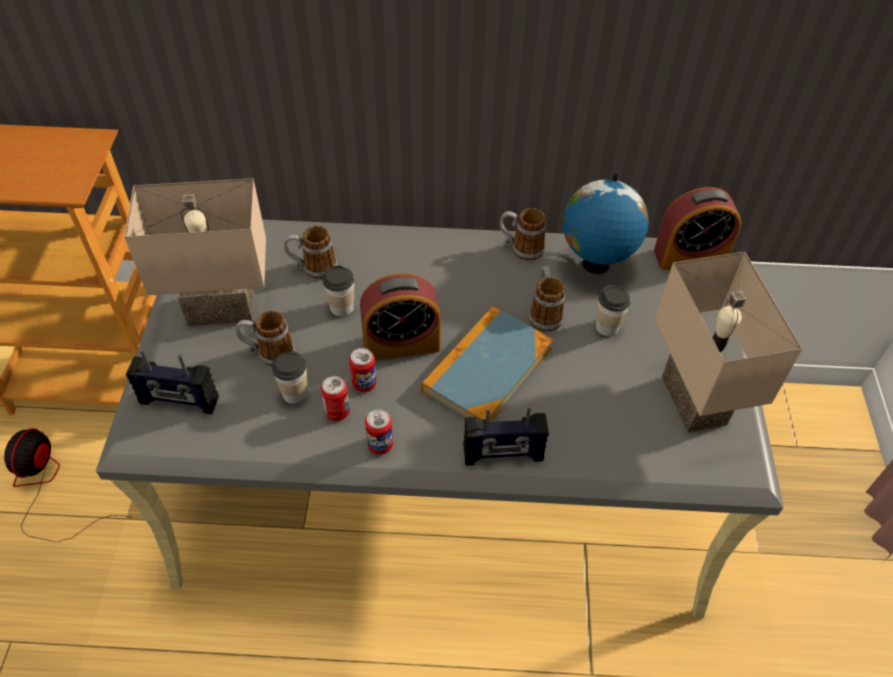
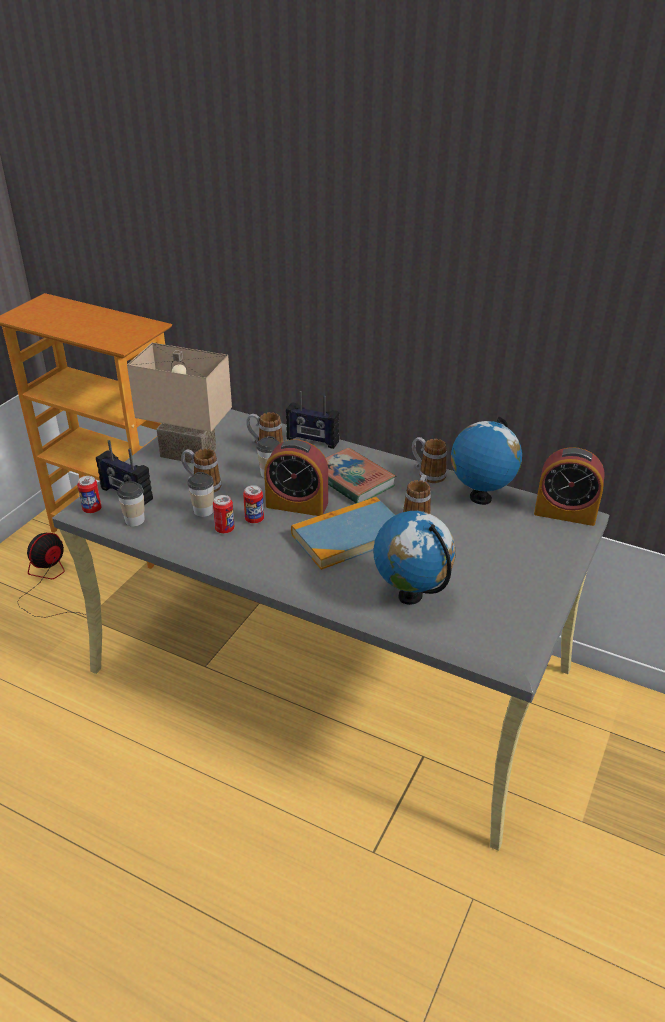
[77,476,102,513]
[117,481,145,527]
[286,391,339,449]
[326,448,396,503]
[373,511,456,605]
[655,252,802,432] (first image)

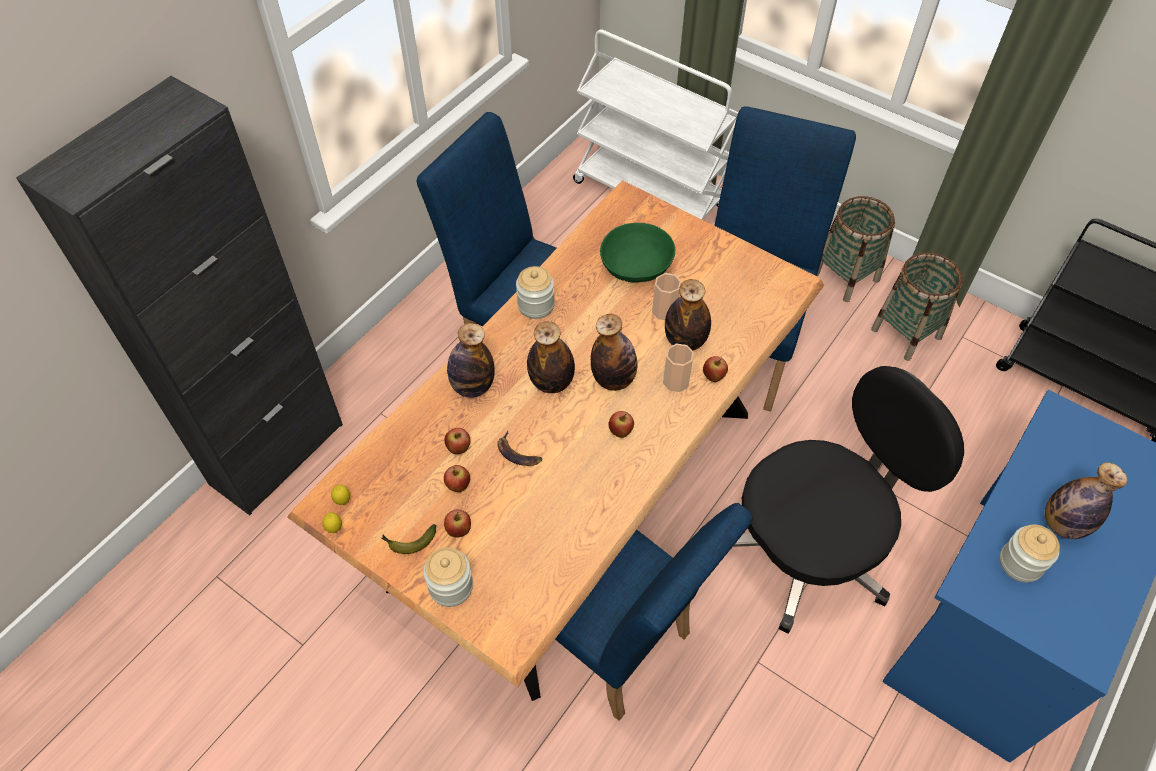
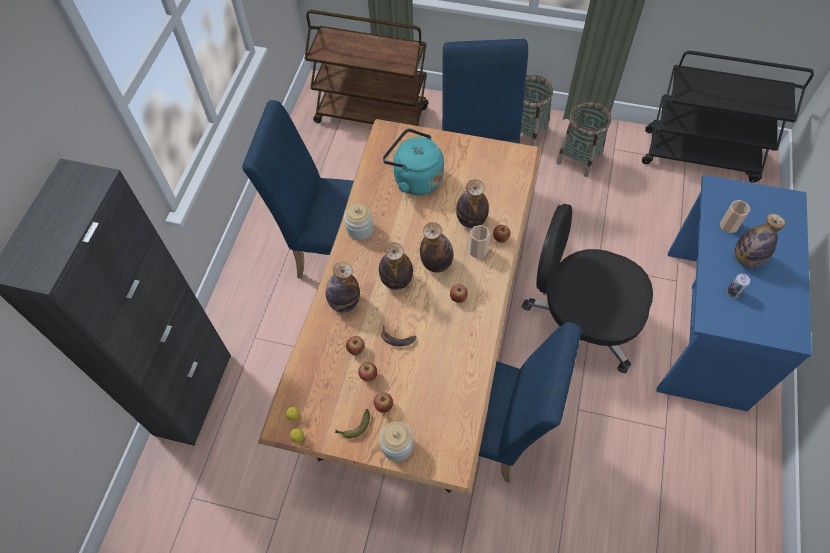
[304,10,429,126]
[383,128,444,195]
[522,204,653,373]
[719,200,750,233]
[727,274,750,298]

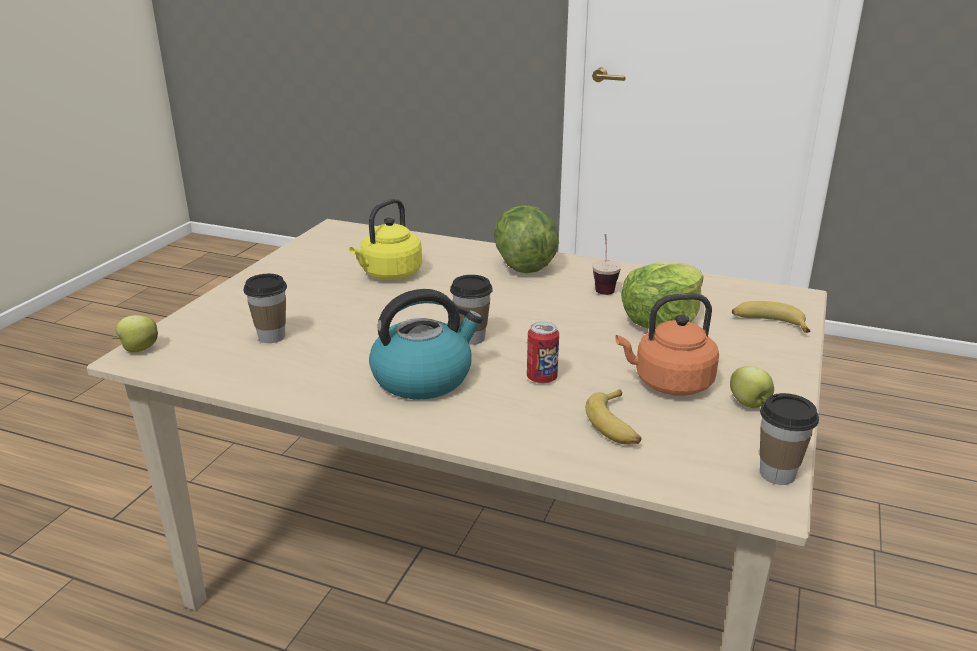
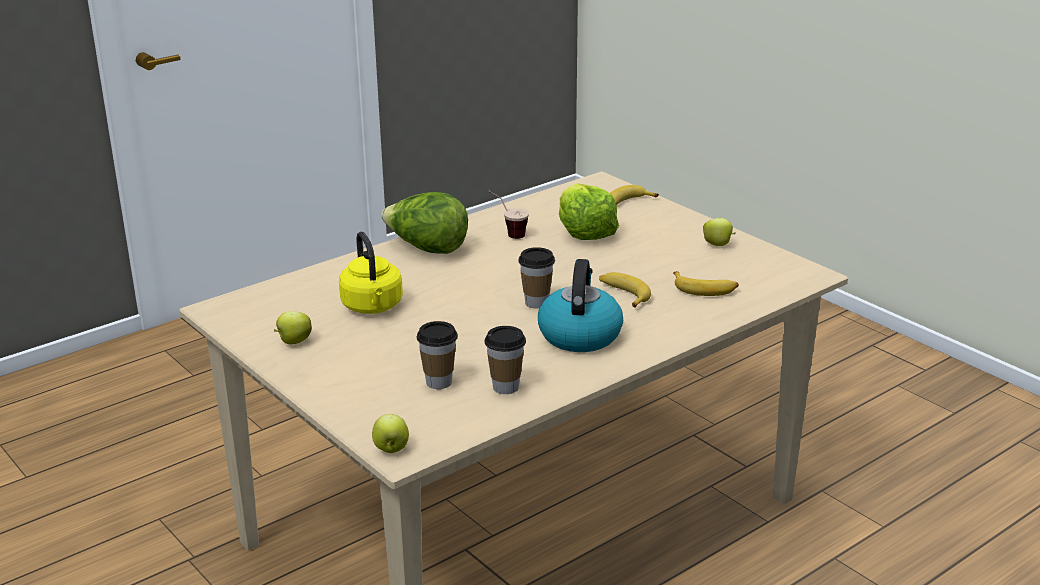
[274,311,312,345]
[485,326,526,394]
[599,272,651,308]
[615,293,719,396] (first image)

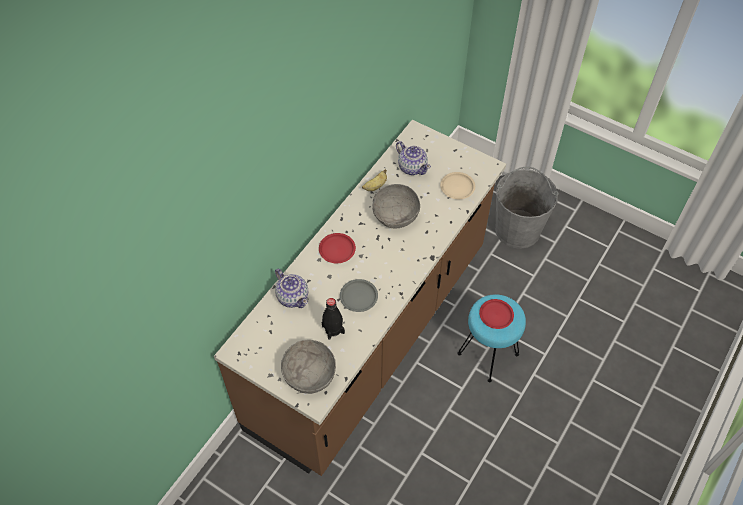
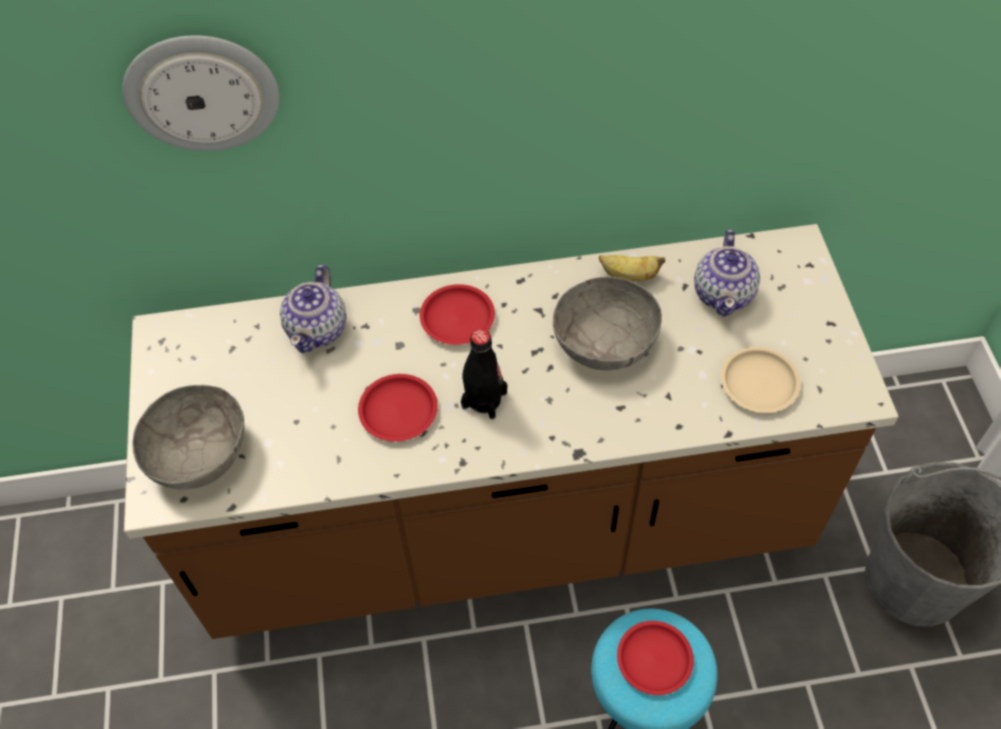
[122,35,279,151]
[358,374,438,442]
[461,329,508,419]

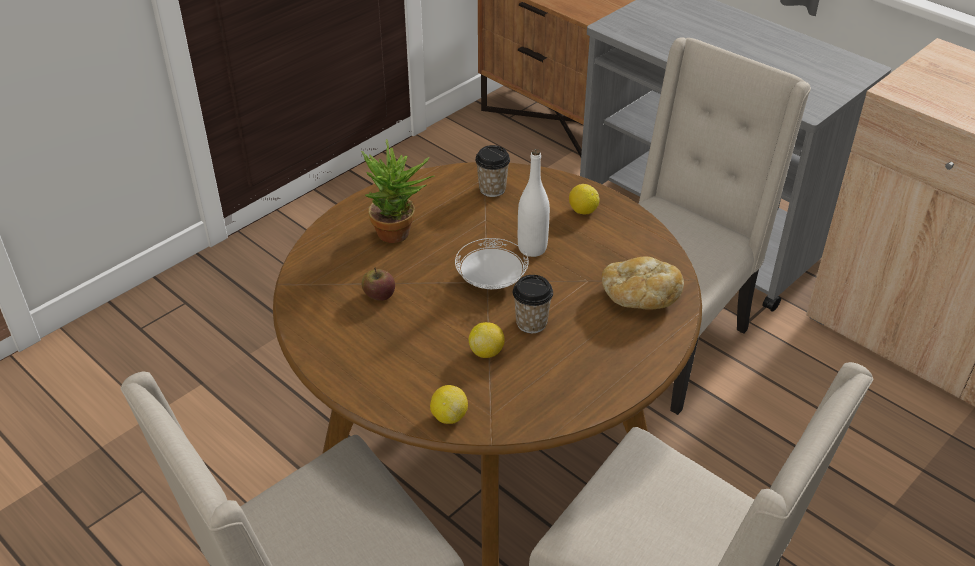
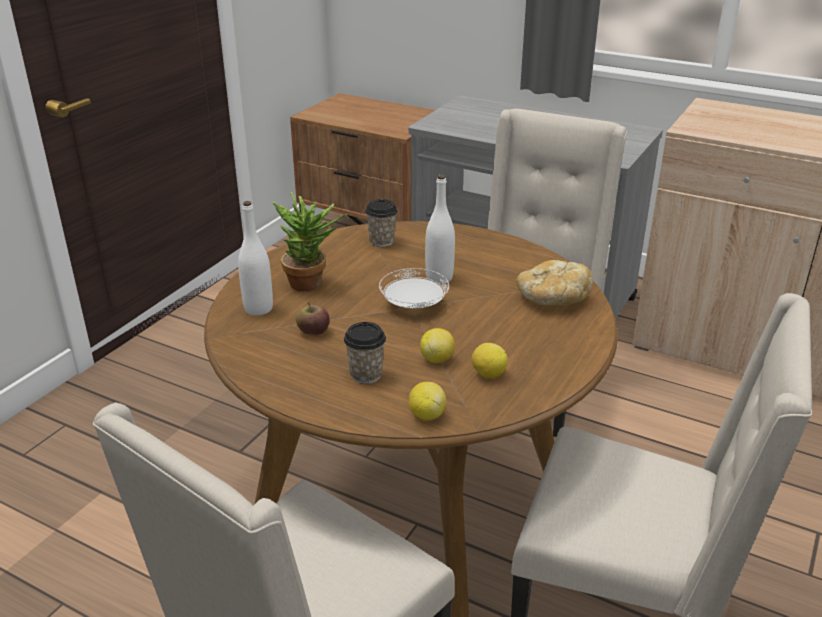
[238,201,273,316]
[344,322,386,384]
[472,343,508,378]

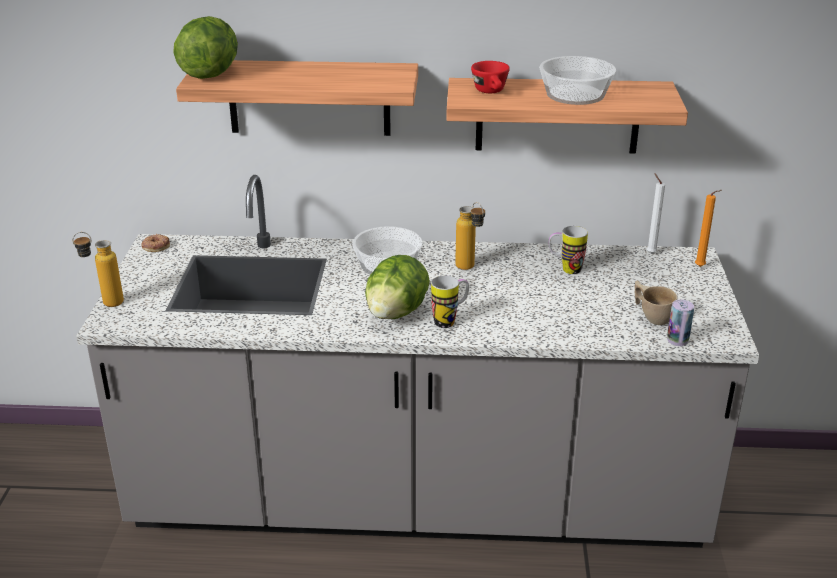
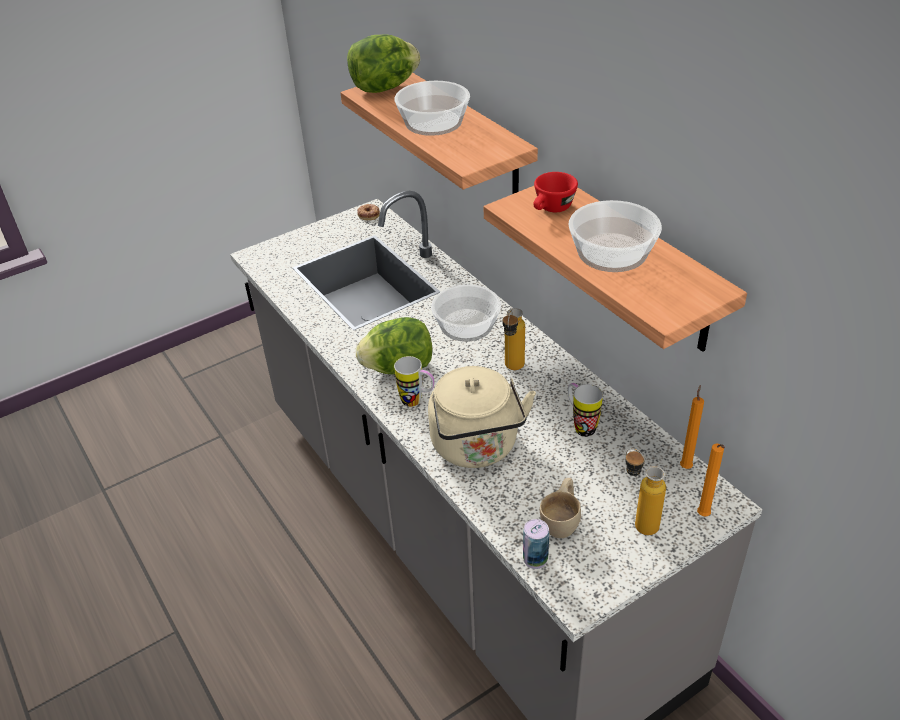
[394,81,470,136]
[428,366,536,468]
[625,448,666,535]
[680,385,704,469]

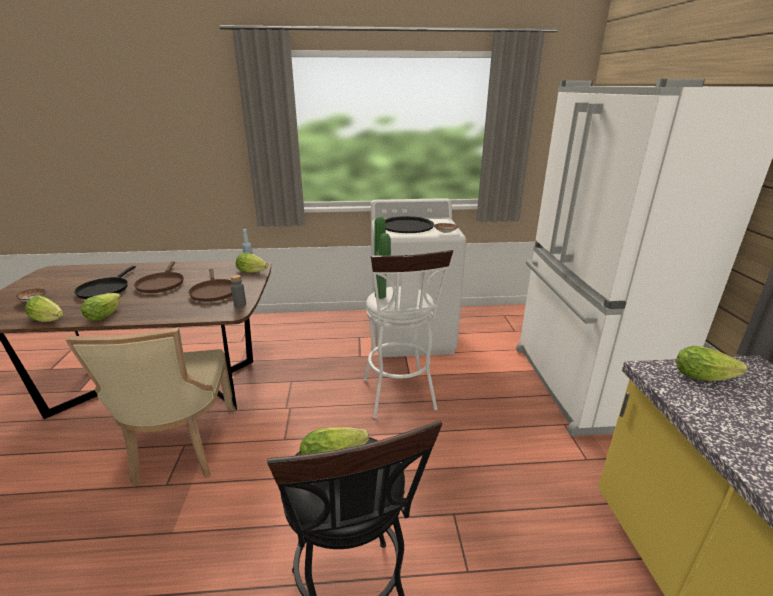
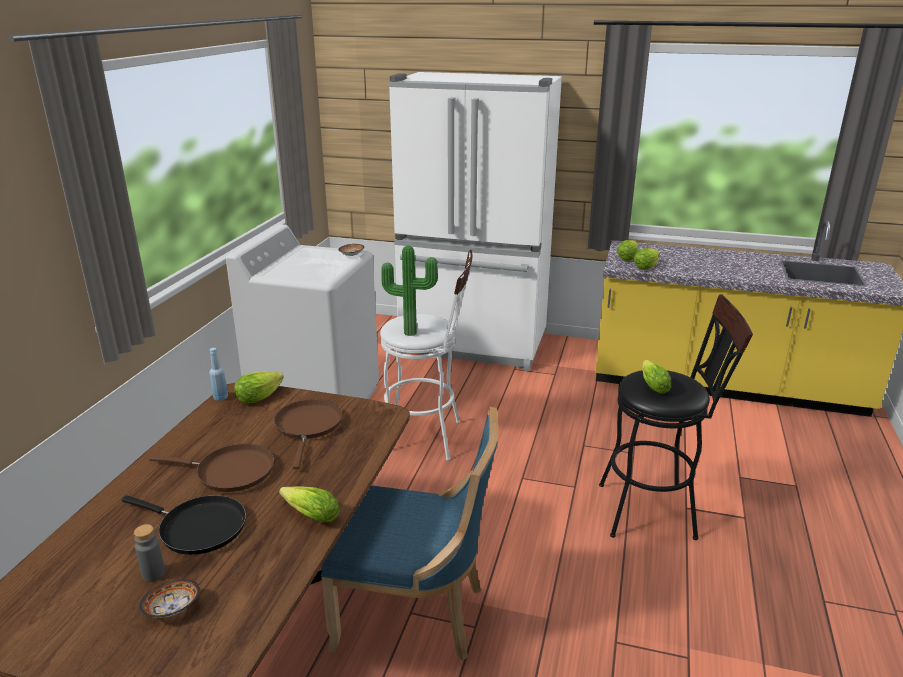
[134,524,165,582]
[274,399,342,469]
[321,407,498,661]
[634,248,660,270]
[385,216,434,233] (first image)

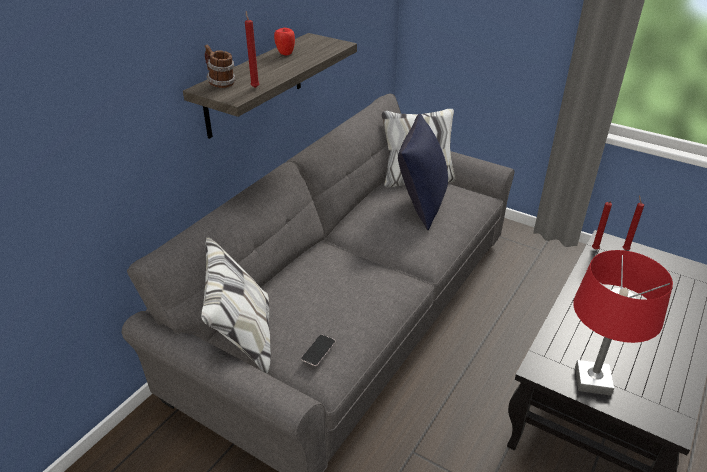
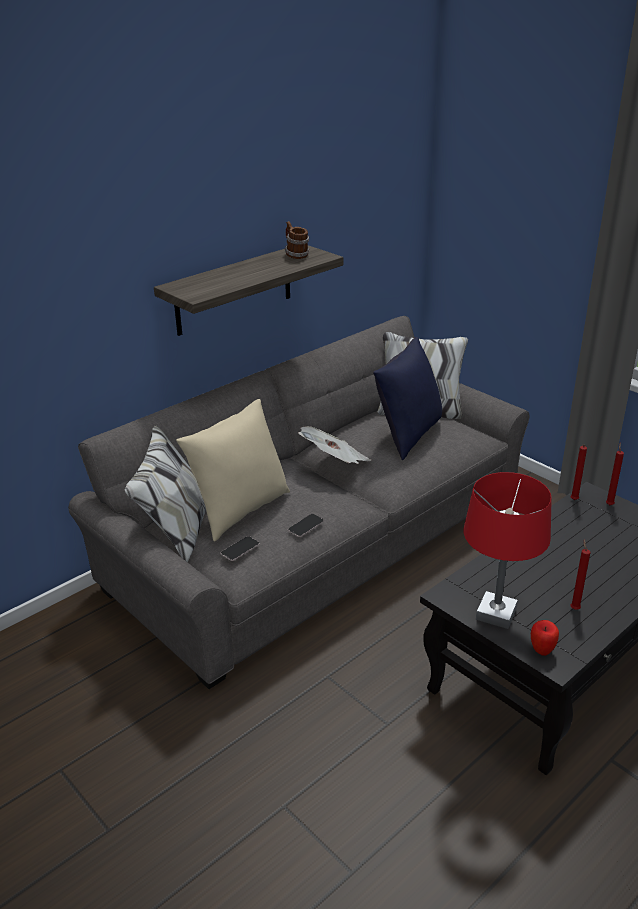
[176,399,290,542]
[284,221,309,259]
[288,514,324,537]
[298,426,371,464]
[531,620,559,656]
[571,539,590,610]

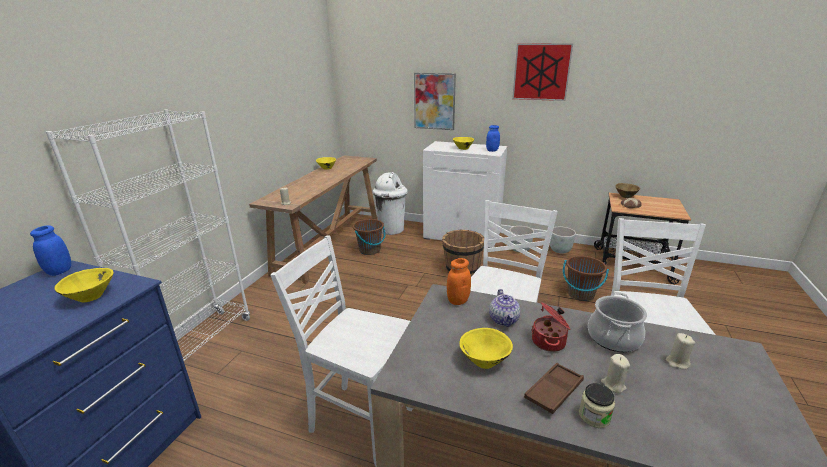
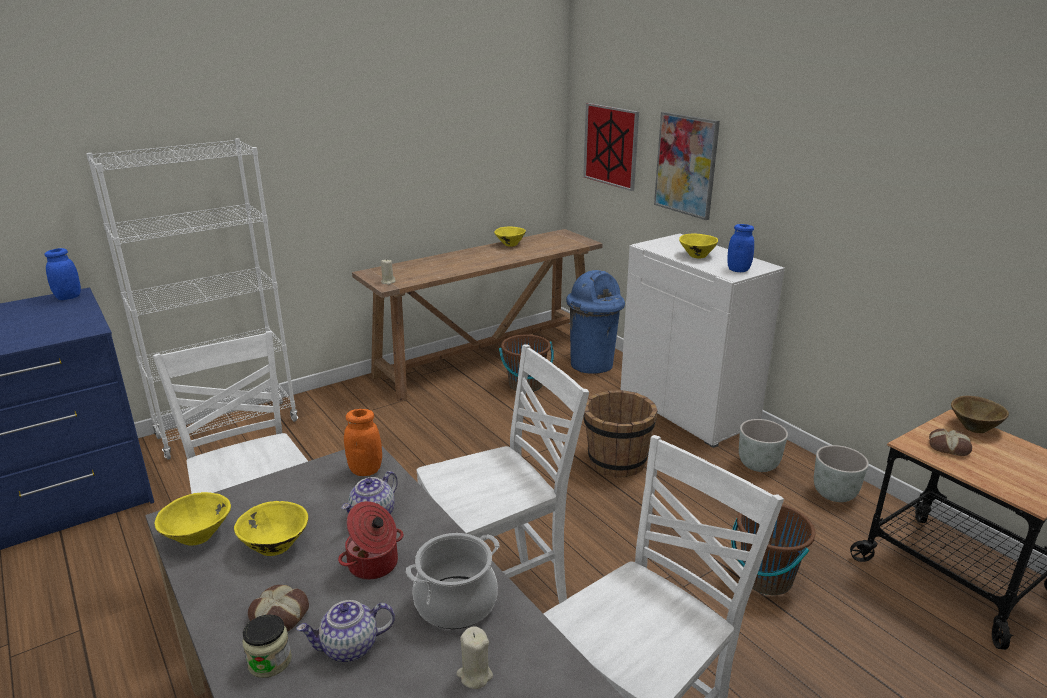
[155,492,231,546]
[248,585,309,631]
[297,600,395,662]
[566,270,625,374]
[583,103,639,191]

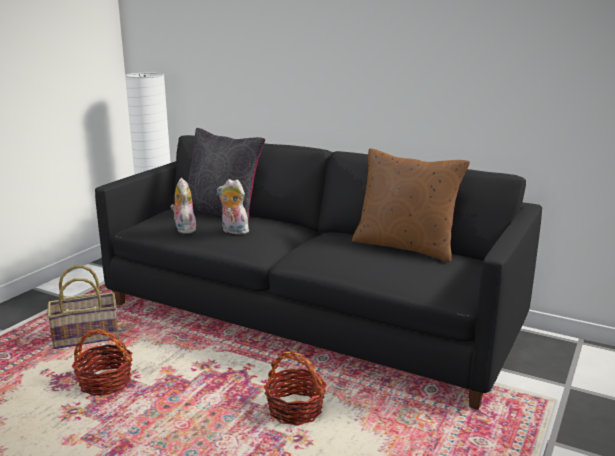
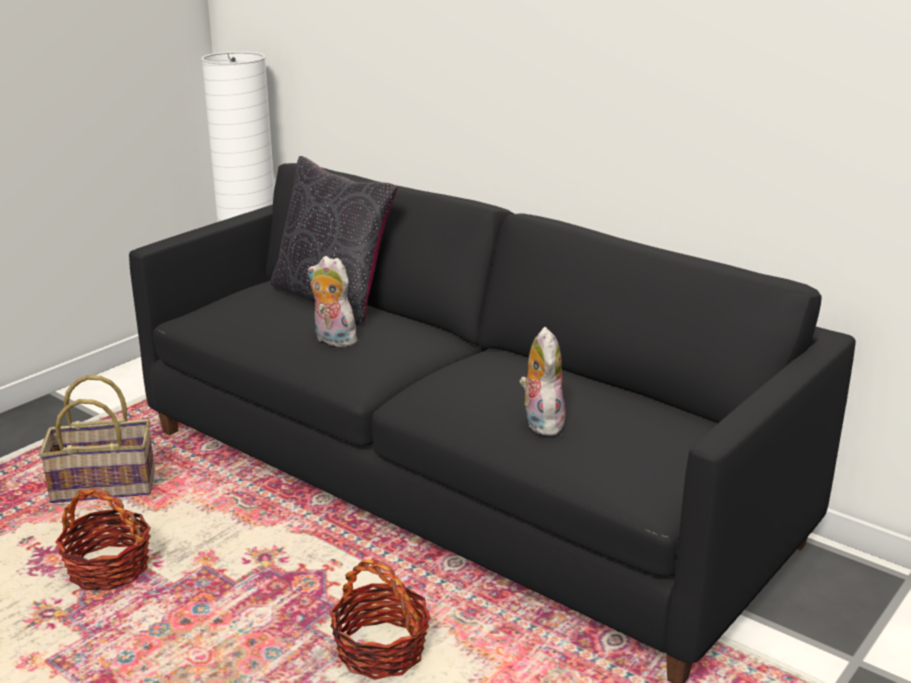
[520,327,565,436]
[352,149,470,262] (first image)

